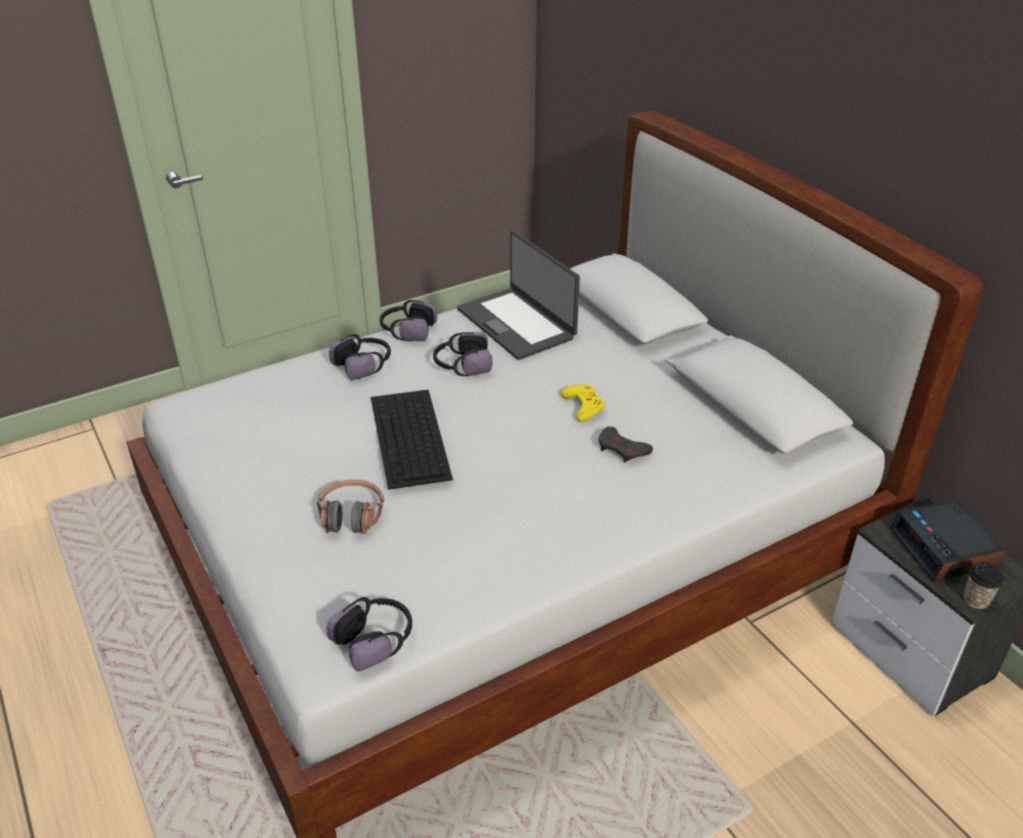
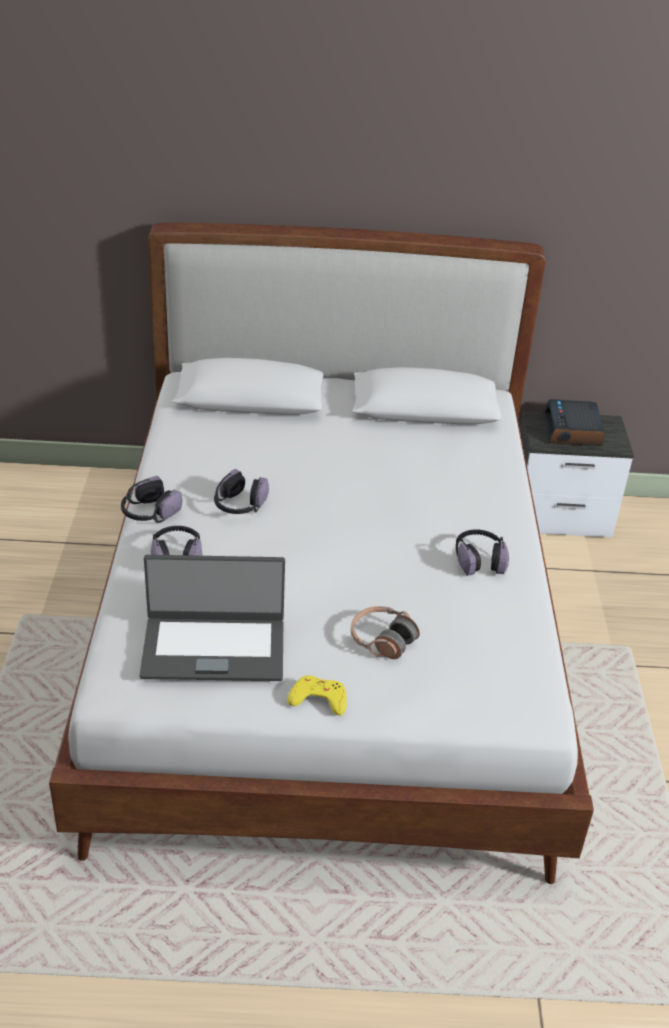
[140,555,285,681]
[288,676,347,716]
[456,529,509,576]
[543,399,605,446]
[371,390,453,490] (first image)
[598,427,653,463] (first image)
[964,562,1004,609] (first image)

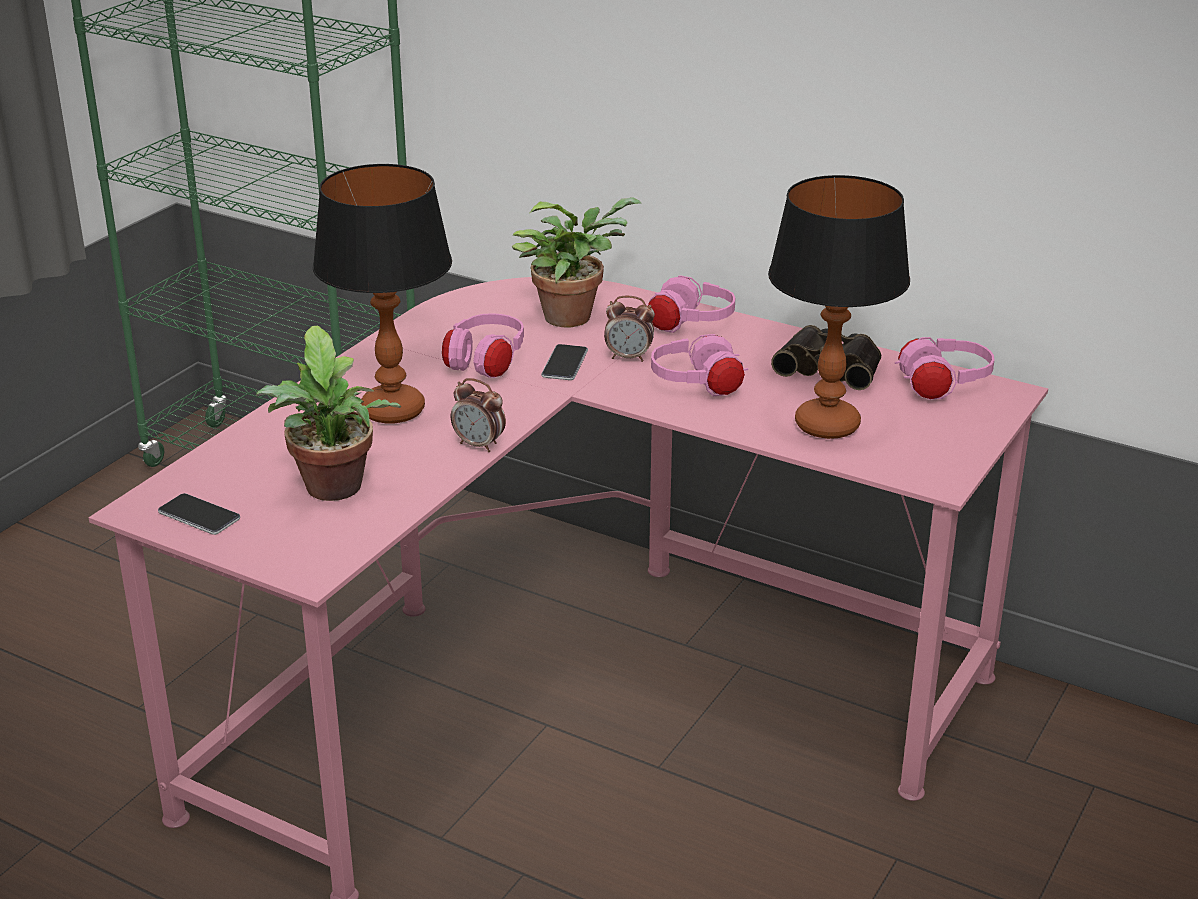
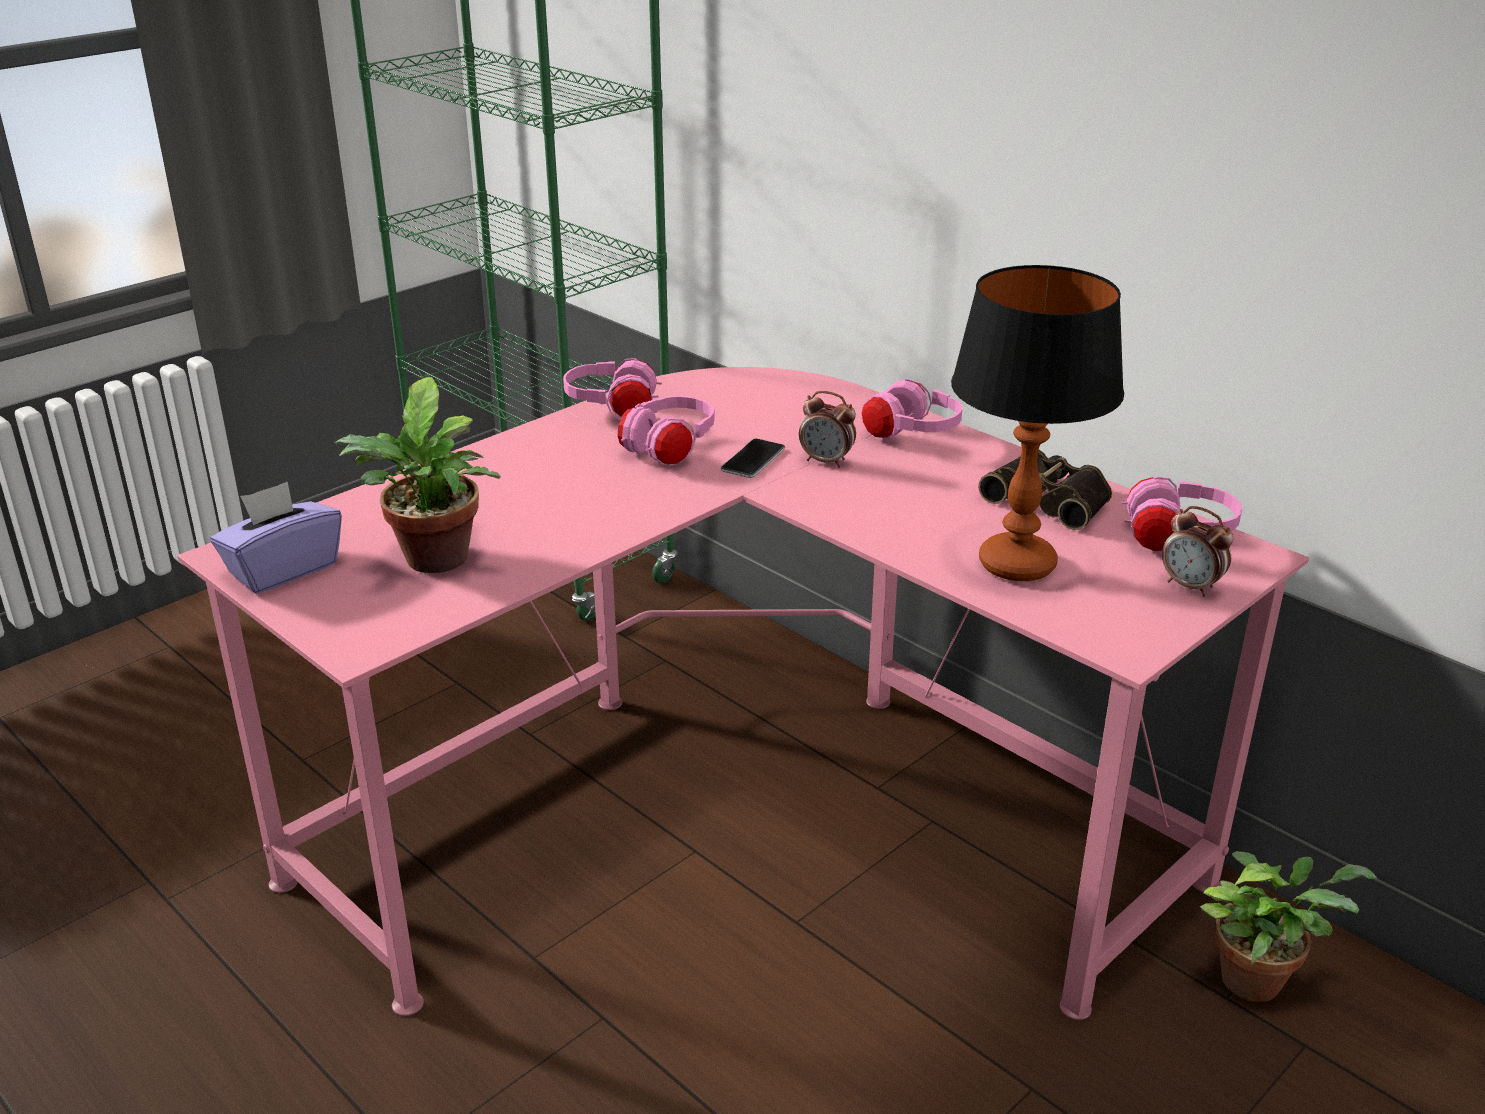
[210,481,342,594]
[563,358,662,420]
[1162,506,1233,597]
[1200,851,1377,1002]
[313,164,452,423] (first image)

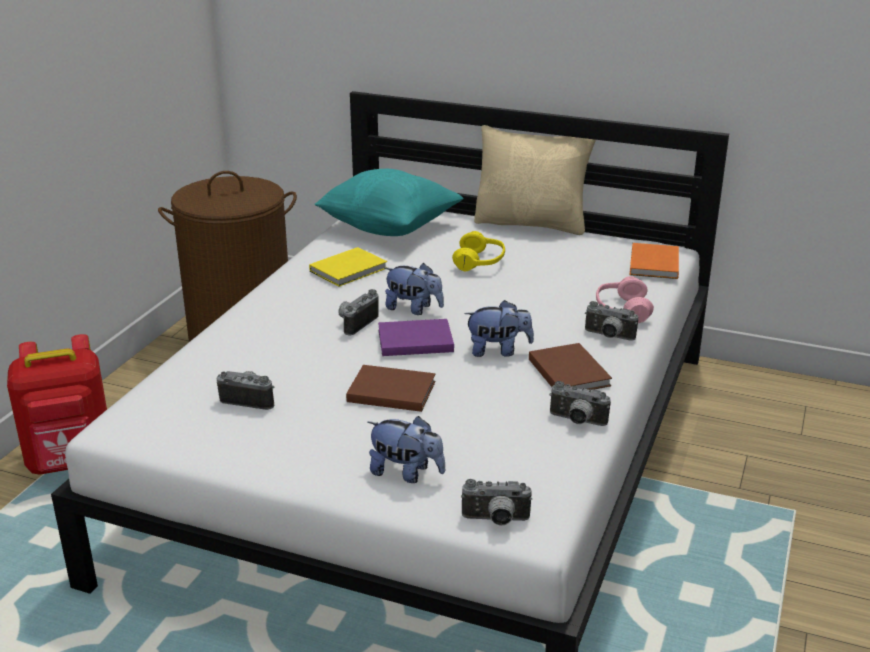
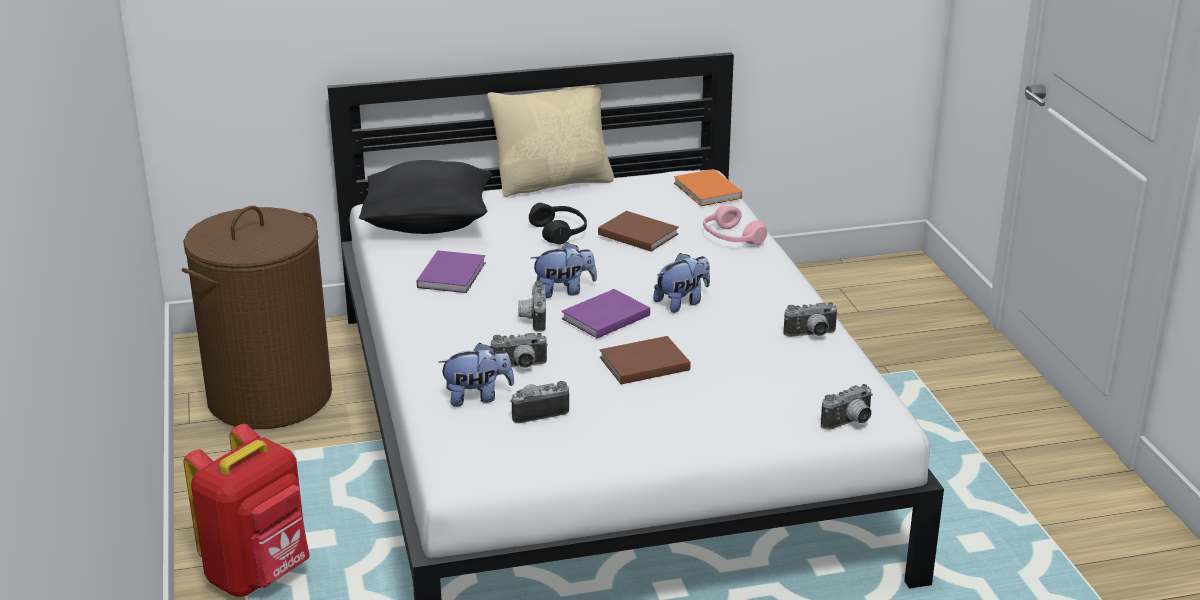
[359,160,492,234]
[417,250,486,293]
[438,343,514,407]
[491,333,548,368]
[529,203,587,245]
[598,211,679,252]

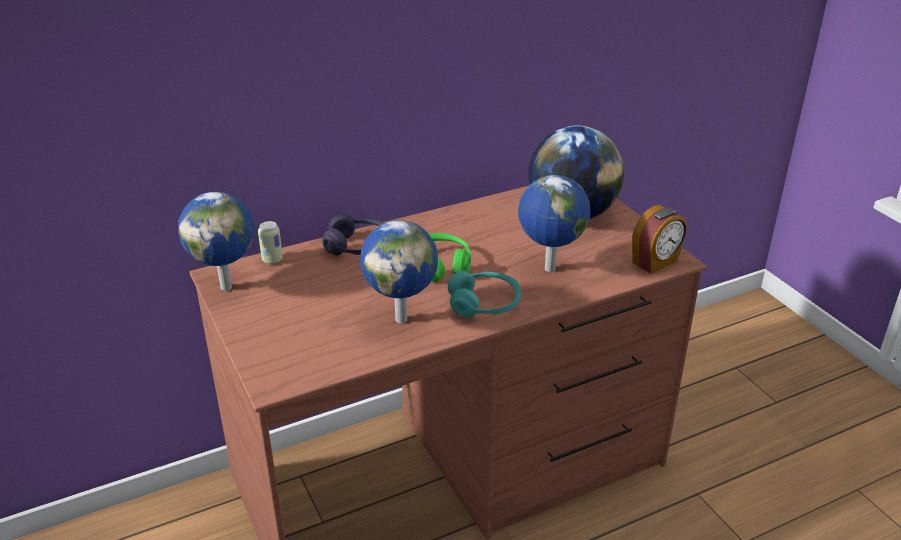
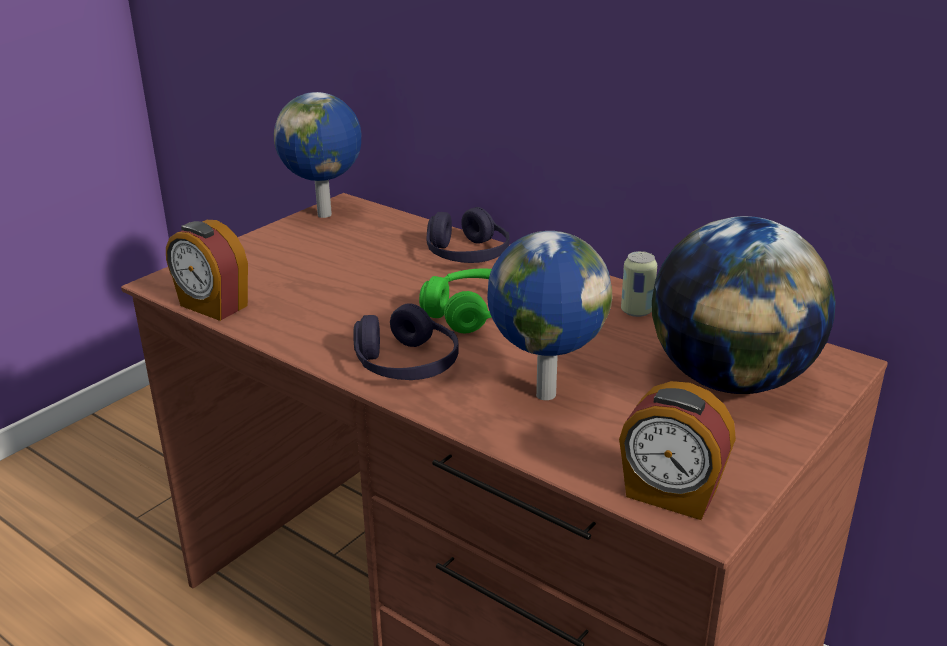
[166,220,248,321]
[353,303,459,380]
[621,251,657,317]
[360,220,438,324] (first image)

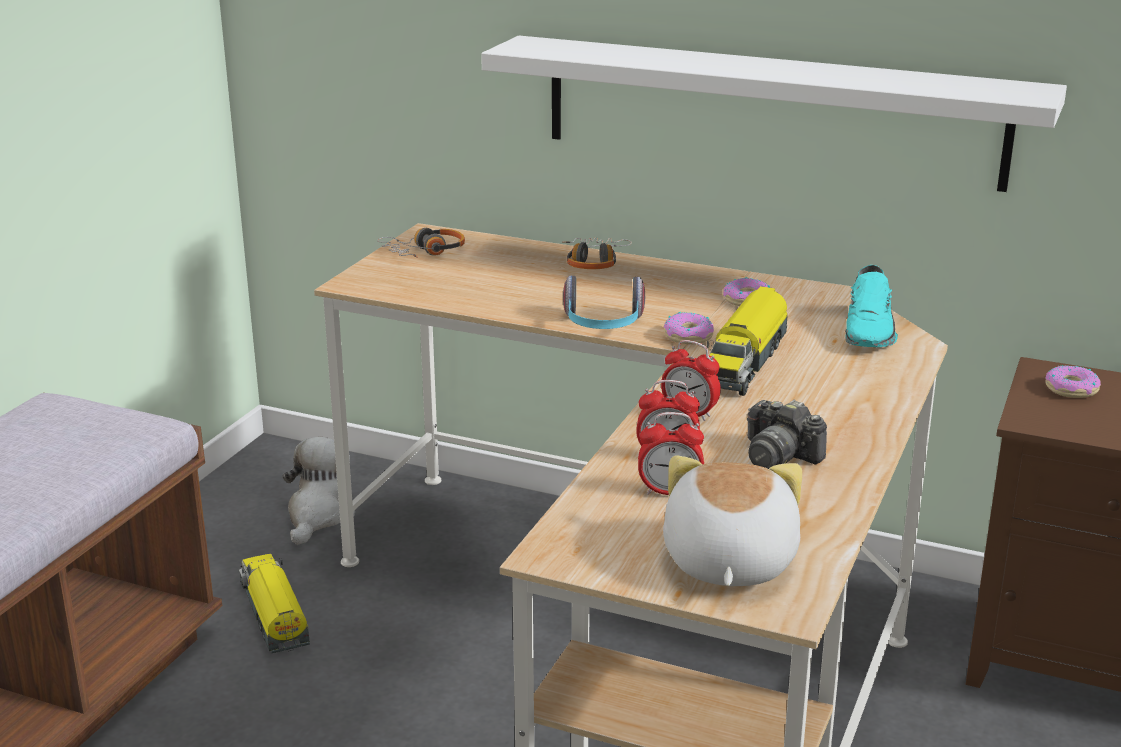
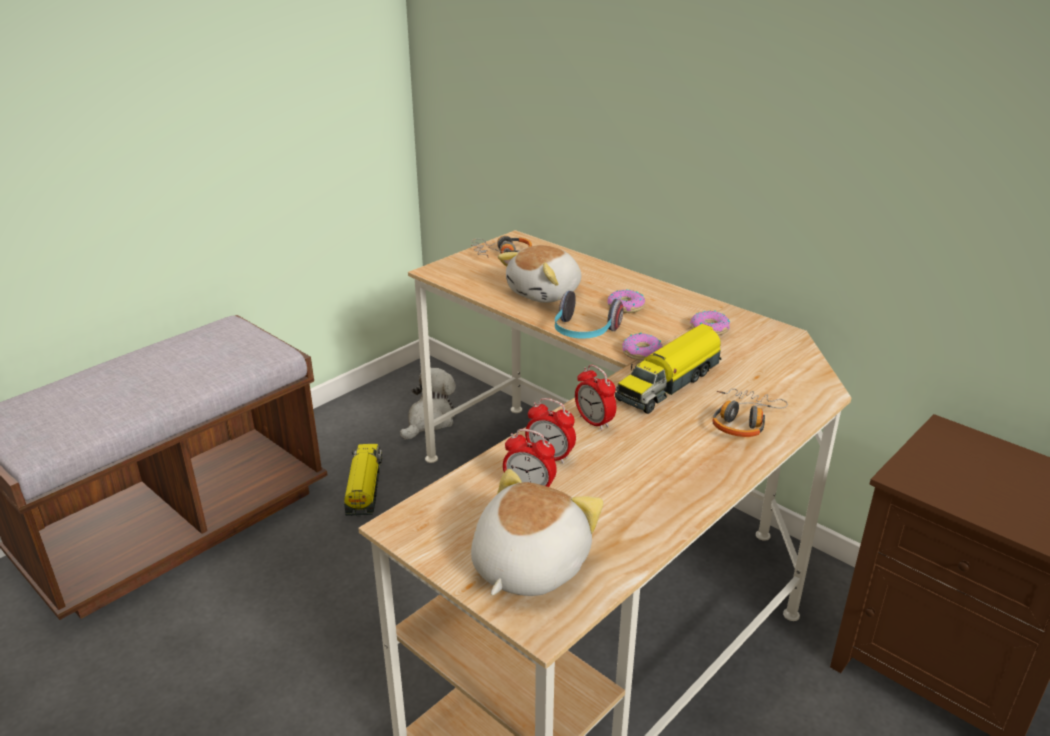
[498,245,581,303]
[607,289,645,313]
[712,389,788,437]
[481,36,1067,192] (first image)
[747,399,827,469] (first image)
[845,265,898,347] (first image)

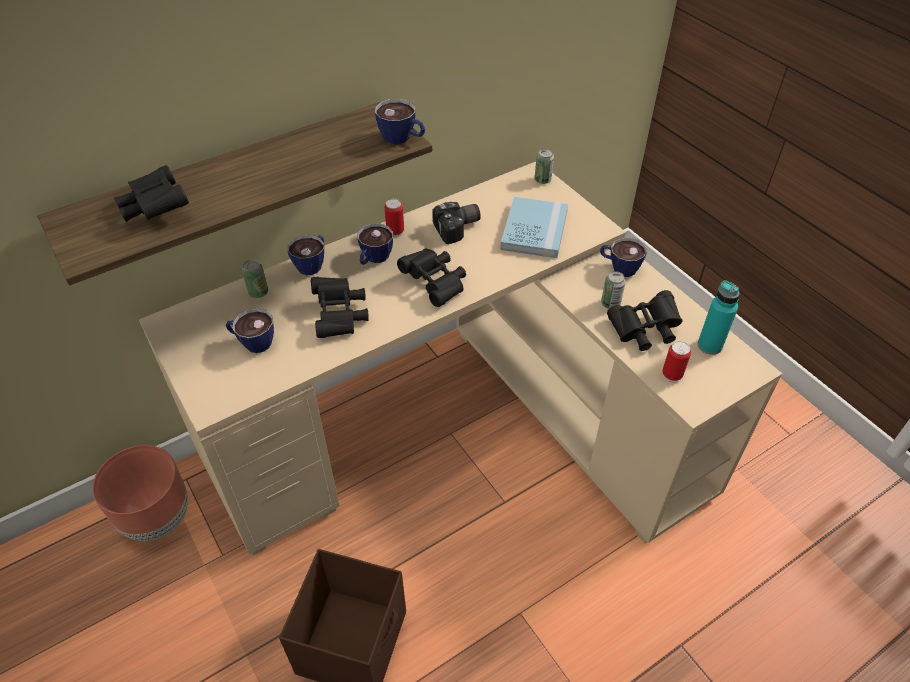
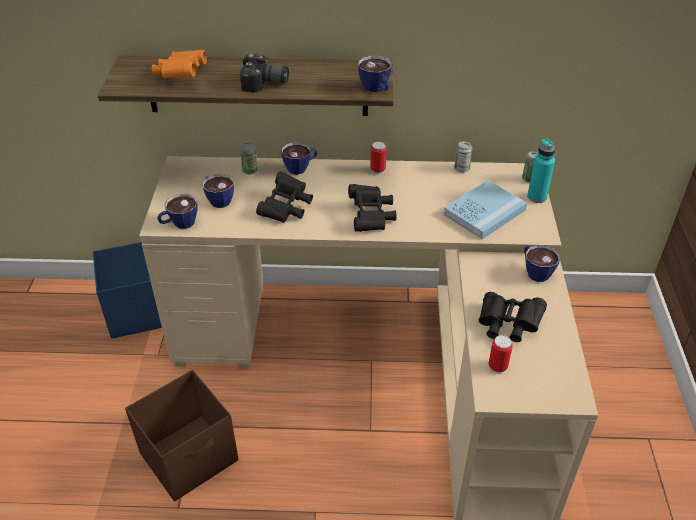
[93,242,162,339]
[152,50,207,78]
[157,194,198,229]
[240,54,289,93]
[454,141,472,173]
[527,139,555,203]

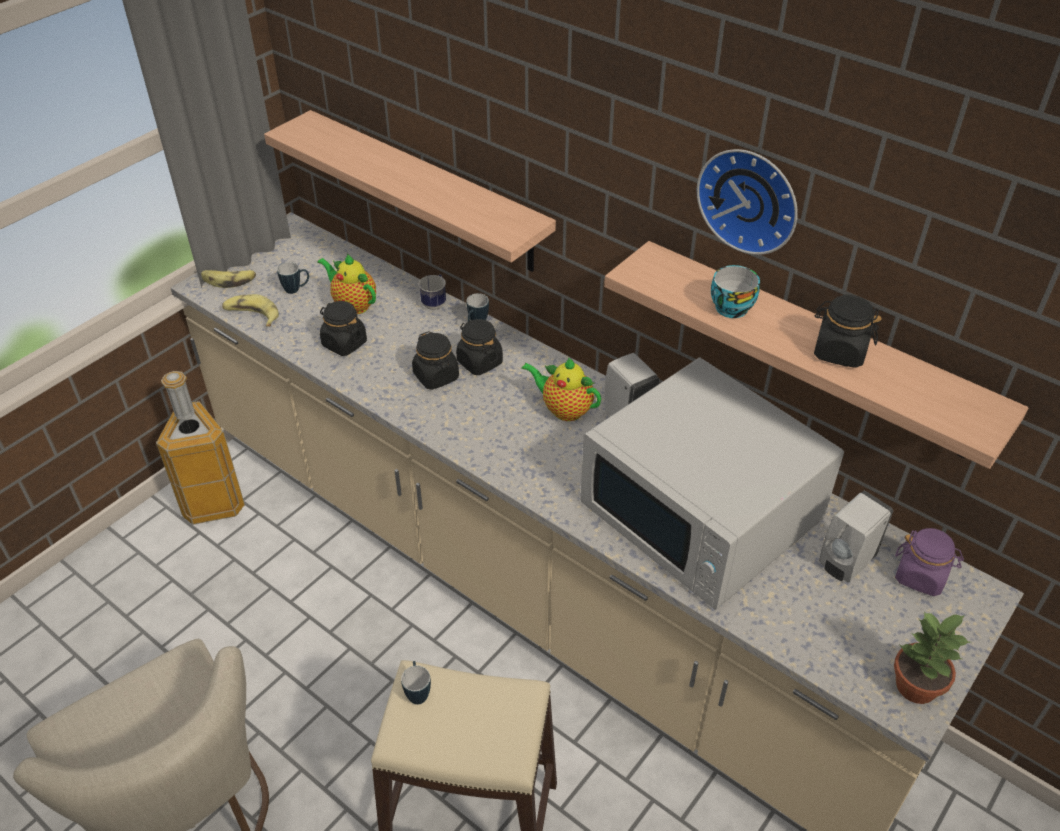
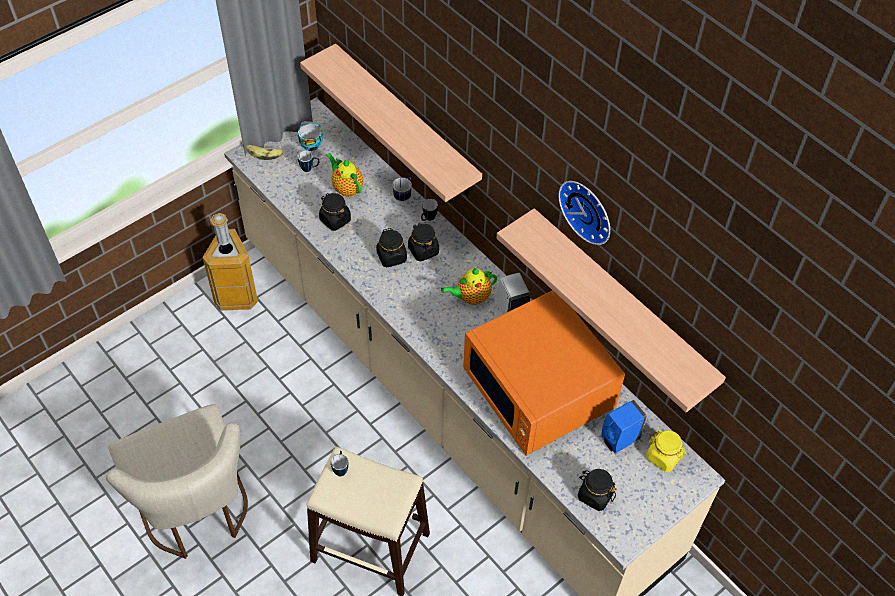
[298,123,323,151]
[441,268,497,305]
[463,290,625,456]
[578,469,617,511]
[602,400,647,453]
[646,430,686,472]
[222,294,279,327] (first image)
[894,612,970,704] (first image)

